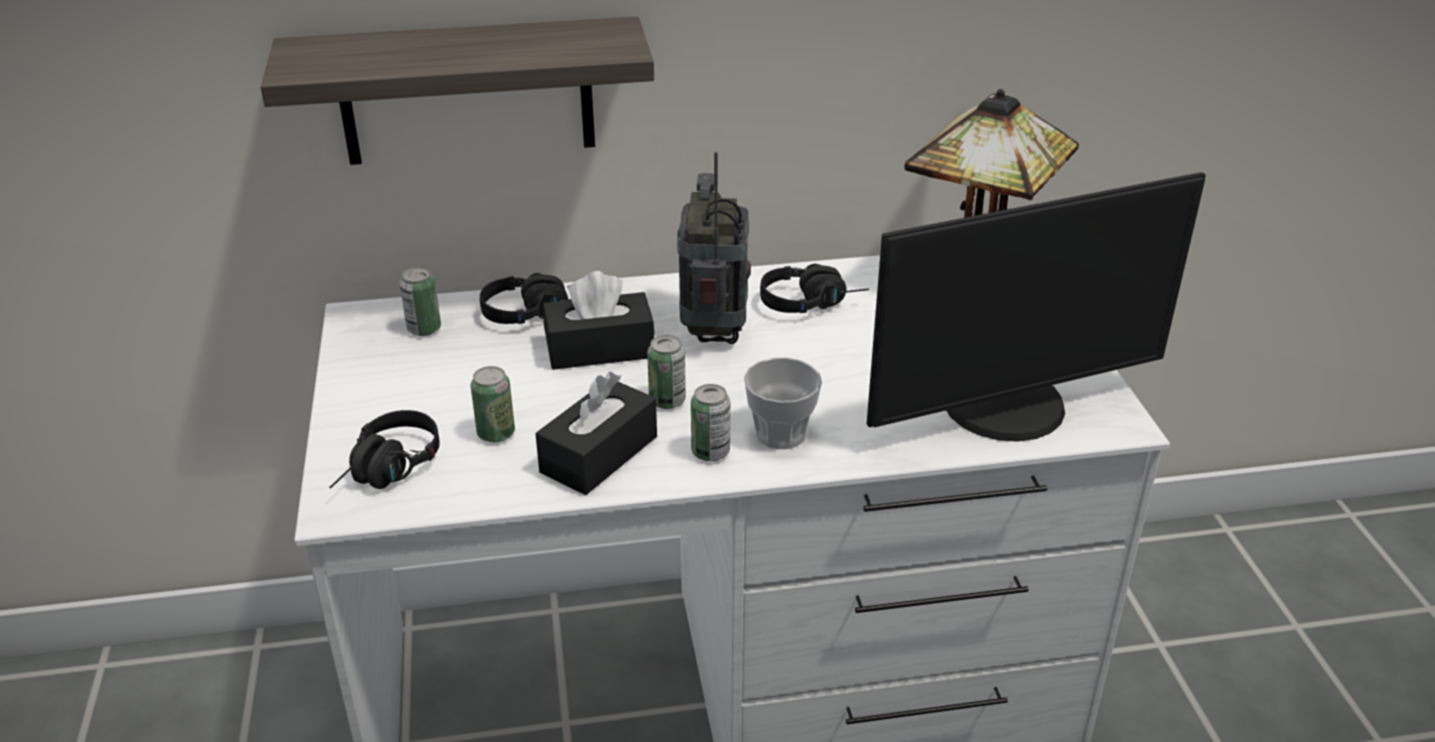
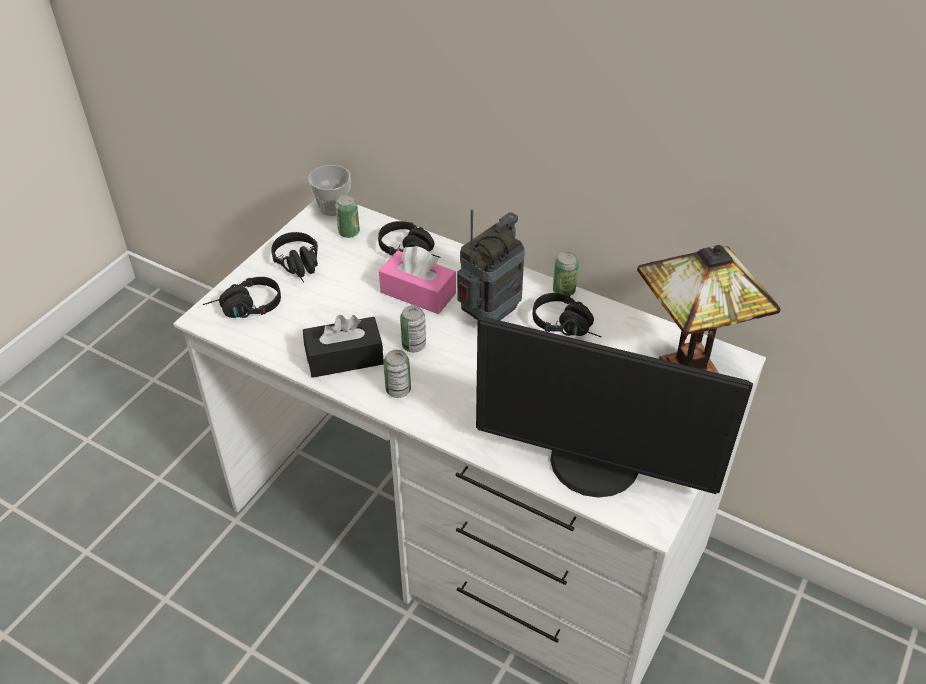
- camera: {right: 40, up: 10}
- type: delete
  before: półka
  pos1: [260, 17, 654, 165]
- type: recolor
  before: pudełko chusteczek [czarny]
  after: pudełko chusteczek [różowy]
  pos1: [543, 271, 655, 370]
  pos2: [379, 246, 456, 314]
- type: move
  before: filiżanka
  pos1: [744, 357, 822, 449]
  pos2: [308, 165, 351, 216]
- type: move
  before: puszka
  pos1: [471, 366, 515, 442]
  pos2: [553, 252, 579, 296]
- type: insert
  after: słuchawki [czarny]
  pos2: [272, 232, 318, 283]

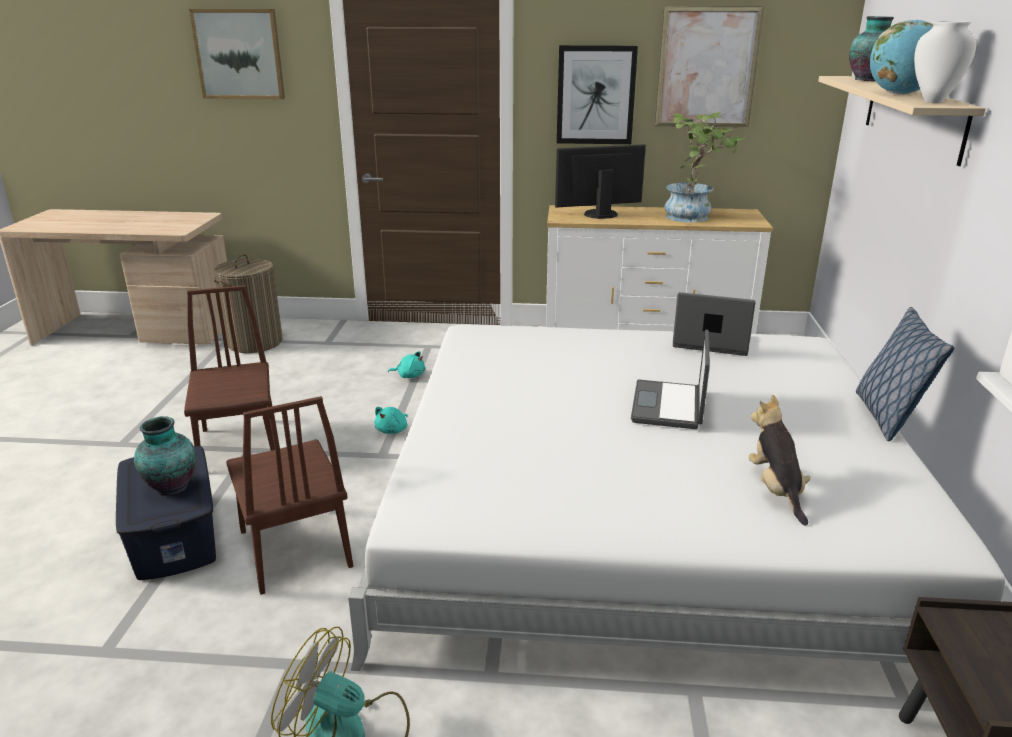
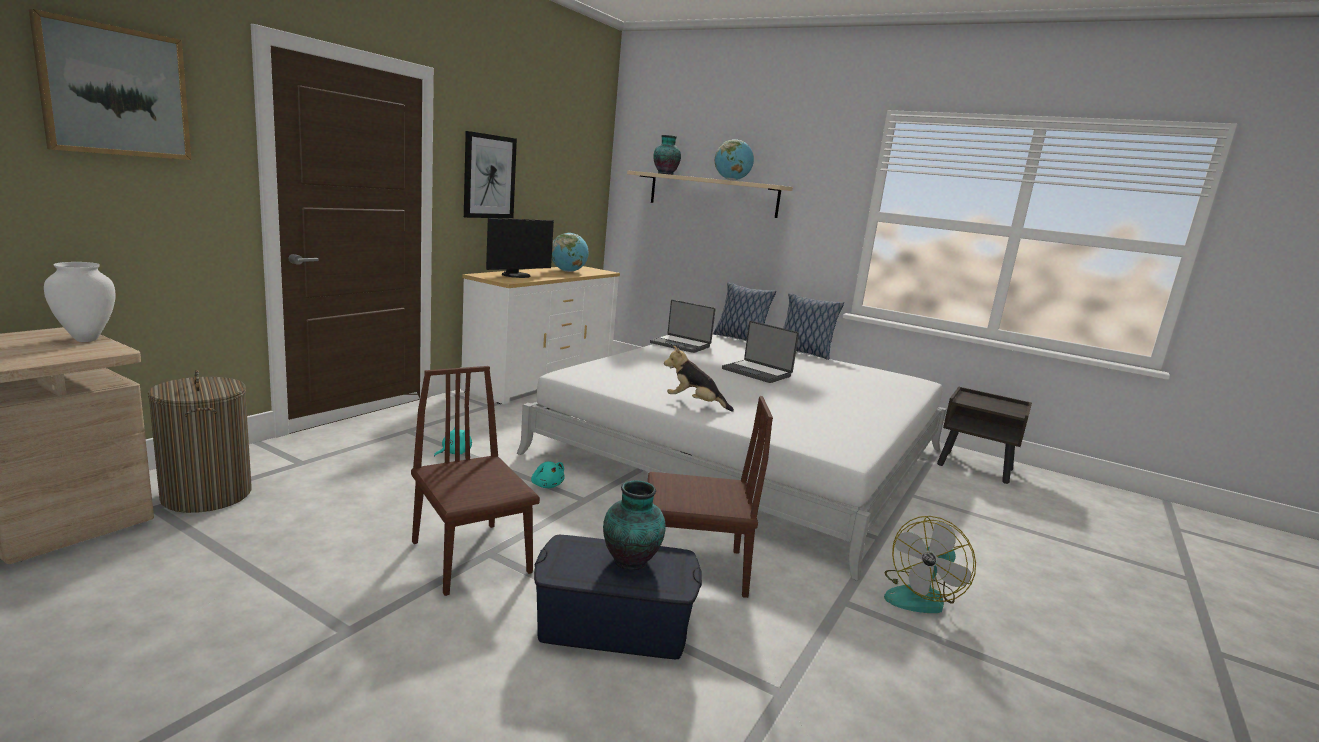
- camera: {right: -65, up: -10}
- type: delete
  before: obraz
  pos1: [655, 7, 764, 127]
- type: move
  before: wazon [biały]
  pos1: [914, 21, 976, 103]
  pos2: [44, 262, 116, 342]
- type: replace
  before: roślina doniczkowa
  after: globus
  pos1: [664, 112, 744, 222]
  pos2: [552, 233, 589, 272]
- type: rotate
  before: monitor
  pos1: [555, 144, 646, 219]
  pos2: [486, 218, 554, 278]
  turn: -150
- type: rotate
  before: krzesło [brązowy]
  pos1: [184, 285, 275, 451]
  pos2: [411, 366, 540, 596]
  turn: 45
- type: rotate
  before: laptop
  pos1: [673, 292, 756, 356]
  pos2: [650, 300, 716, 353]
  turn: -105
- type: move
  before: pluszak
  pos1: [749, 395, 811, 526]
  pos2: [664, 345, 734, 412]
- type: insert
  after: poduszka
  pos2: [713, 282, 776, 341]

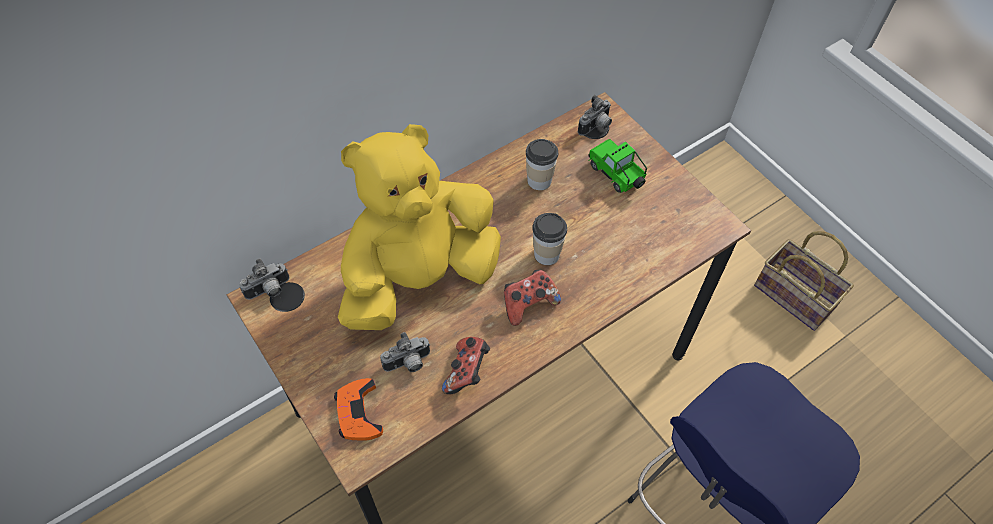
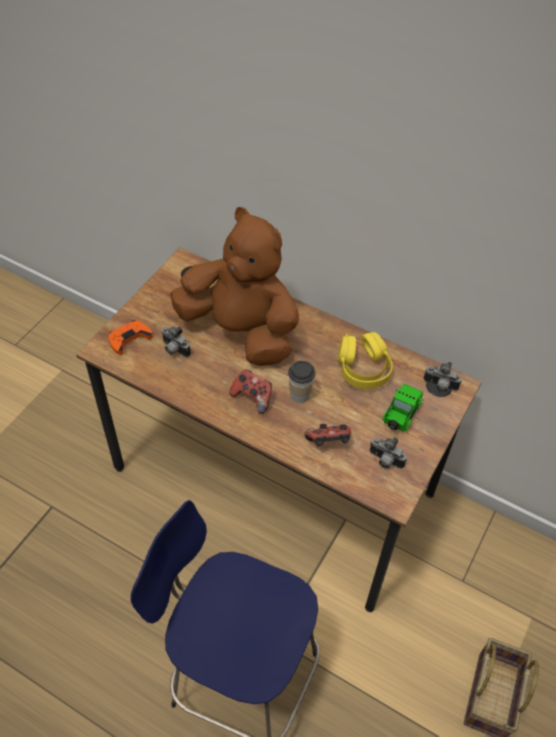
- camera: {right: 65, up: -5}
- type: recolor
  before: pluszak [żółty]
  after: pluszak [brązowy]
  pos1: [338, 124, 501, 330]
  pos2: [170, 207, 299, 366]
- type: replace
  before: filiżanka
  after: słuchawki [żółty]
  pos1: [526, 139, 558, 190]
  pos2: [337, 332, 393, 389]
- type: move
  before: aparat fotograficzny
  pos1: [239, 259, 289, 300]
  pos2: [370, 437, 407, 469]
- type: move
  before: pad do gier
  pos1: [442, 337, 490, 394]
  pos2: [305, 424, 351, 446]

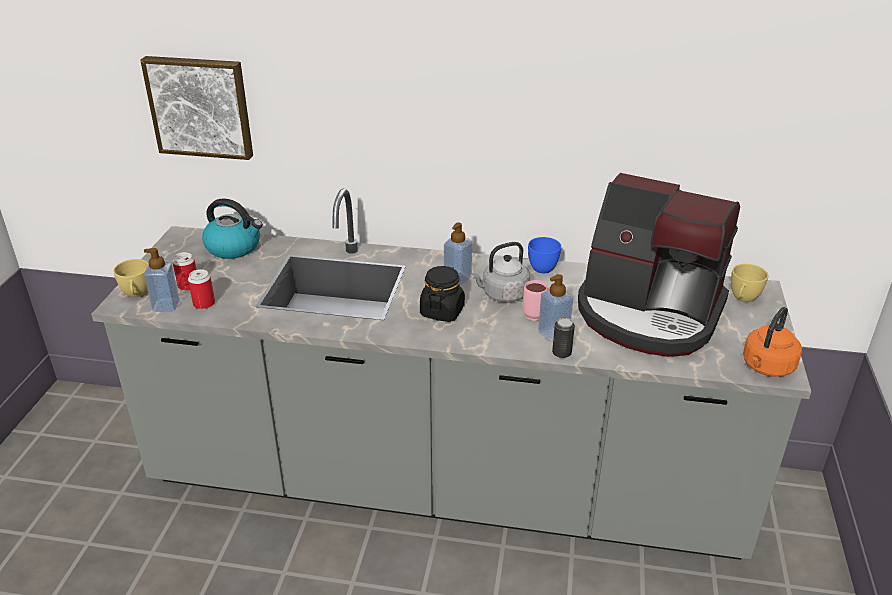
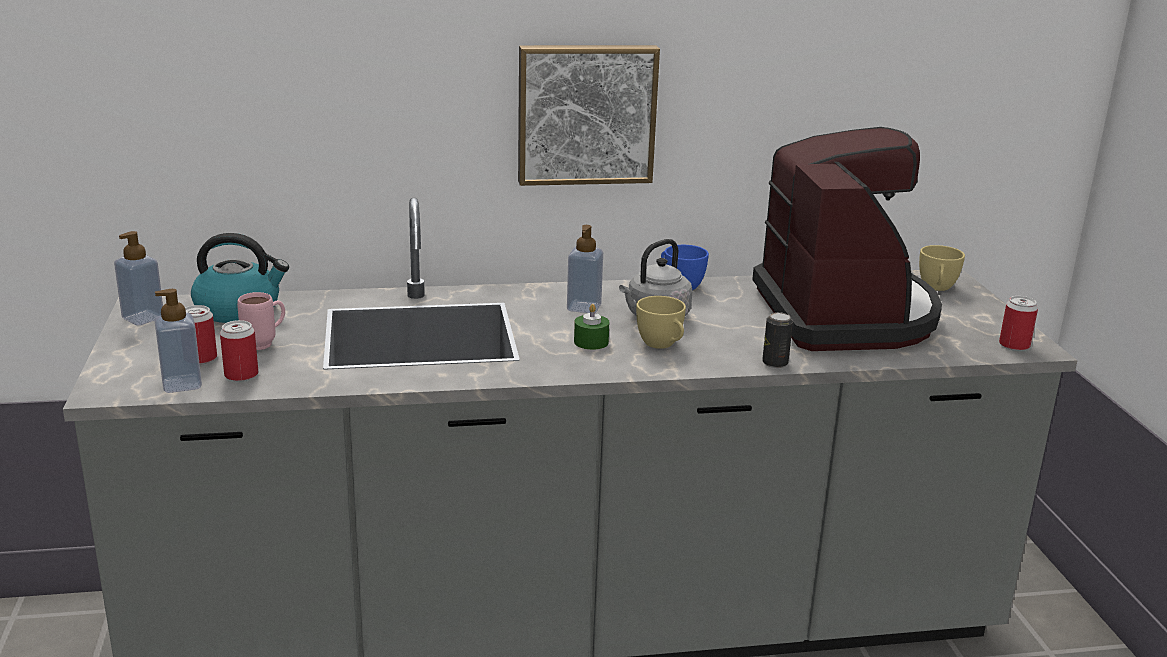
- camera: {right: -20, up: -10}
- type: move
  before: obraz
  pos1: [140, 56, 253, 160]
  pos2: [518, 45, 660, 186]
- type: rotate
  before: ekspres do kawy
  pos1: [578, 173, 740, 357]
  pos2: [752, 127, 942, 351]
  turn: -105
- type: move
  before: filiżanka [żółty]
  pos1: [113, 259, 149, 297]
  pos2: [636, 296, 686, 349]
- type: replace
  before: słoik [czarny]
  after: świeca [zielony]
  pos1: [420, 266, 465, 322]
  pos2: [574, 304, 609, 350]
- type: move
  before: dozownik mydła
  pos1: [538, 274, 573, 342]
  pos2: [114, 231, 163, 325]
- type: move
  before: kubek [różowy]
  pos1: [523, 280, 550, 321]
  pos2: [237, 292, 285, 350]
- type: replace
  before: czajnik [pomarańczowy]
  after: puszka
  pos1: [743, 307, 802, 377]
  pos2: [999, 296, 1038, 351]

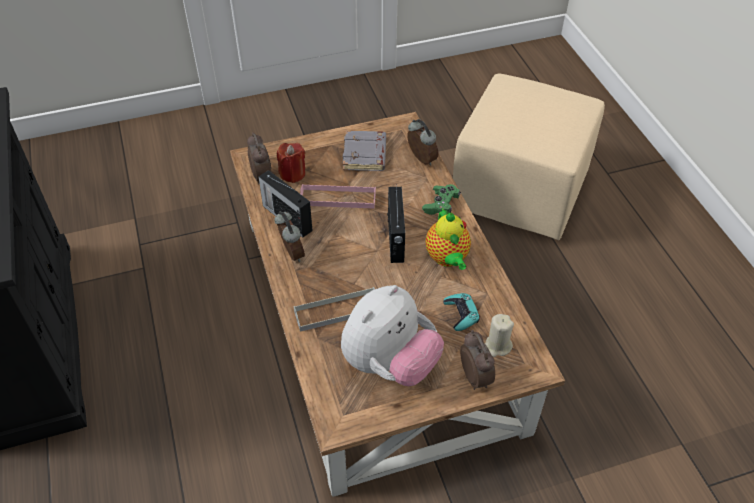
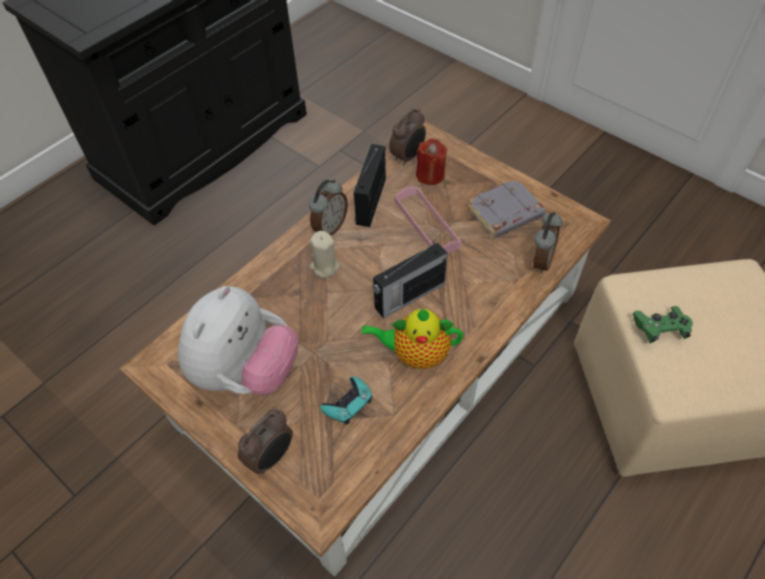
- camera: {right: 60, up: 5}
- type: move
  before: pad do gier [zielony]
  pos1: [422, 184, 461, 215]
  pos2: [633, 306, 693, 343]
- type: rotate
  before: imbryk
  pos1: [425, 208, 471, 270]
  pos2: [362, 309, 463, 369]
  turn: 45
- type: rotate
  before: pluszak
  pos1: [341, 285, 444, 386]
  pos2: [178, 286, 298, 395]
  turn: -75
- type: delete
  before: taca [szary]
  pos1: [294, 287, 375, 332]
- type: move
  before: świeca [beżowy]
  pos1: [485, 314, 514, 357]
  pos2: [309, 231, 340, 278]

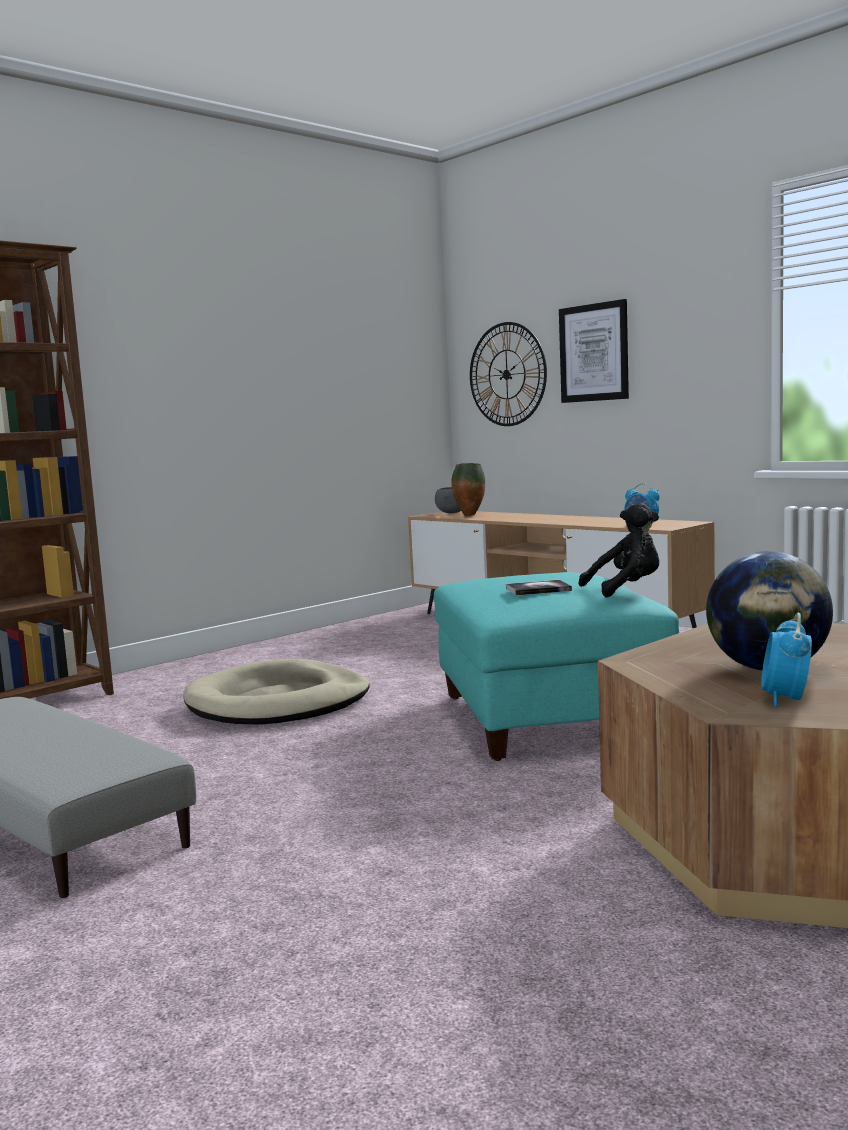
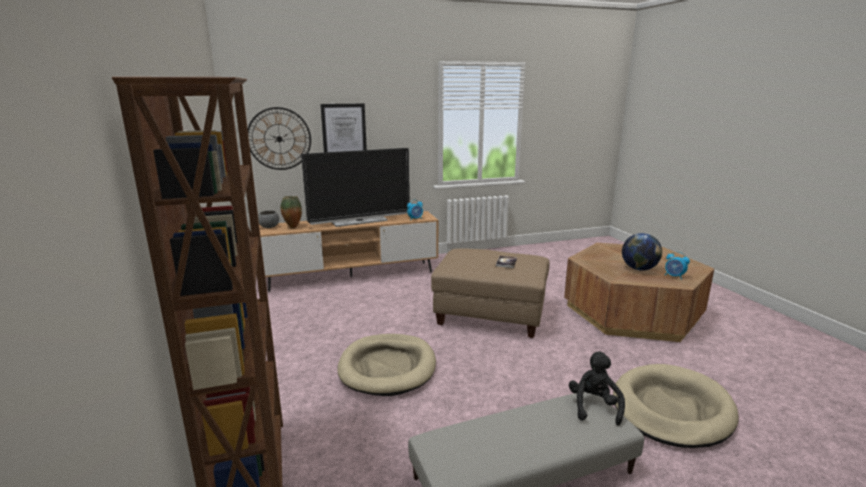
- camera: {right: -65, up: 10}
- type: move
  before: pluszak [czarny]
  pos1: [579, 503, 660, 598]
  pos2: [569, 351, 625, 426]
- type: recolor
  before: pufa [turkusowy]
  after: pufa [beżowy]
  pos1: [434, 572, 679, 761]
  pos2: [431, 249, 549, 338]
- type: insert
  after: telewizor
  pos2: [301, 148, 410, 227]
- type: insert
  after: legowisko [beżowy]
  pos2: [613, 364, 739, 448]

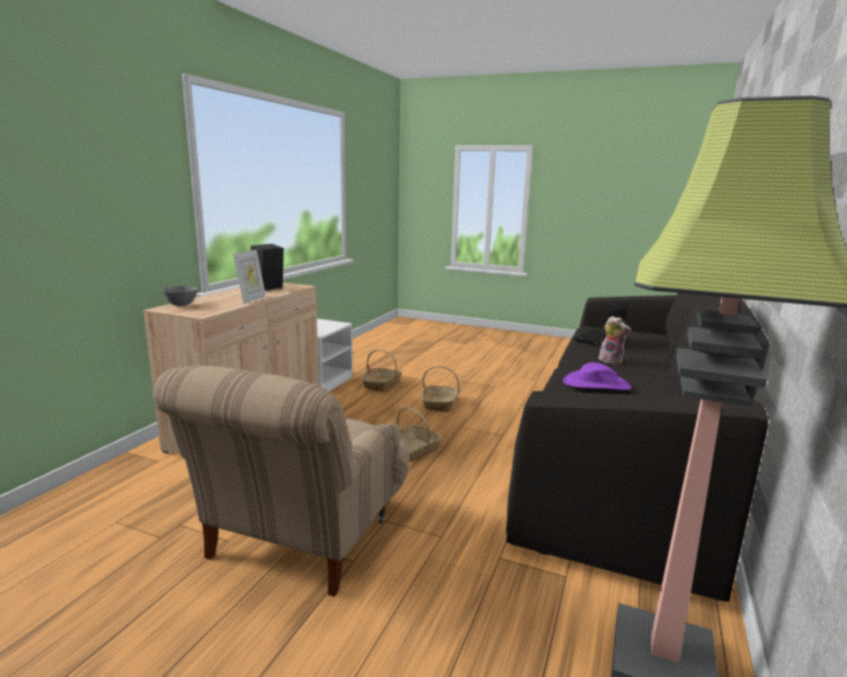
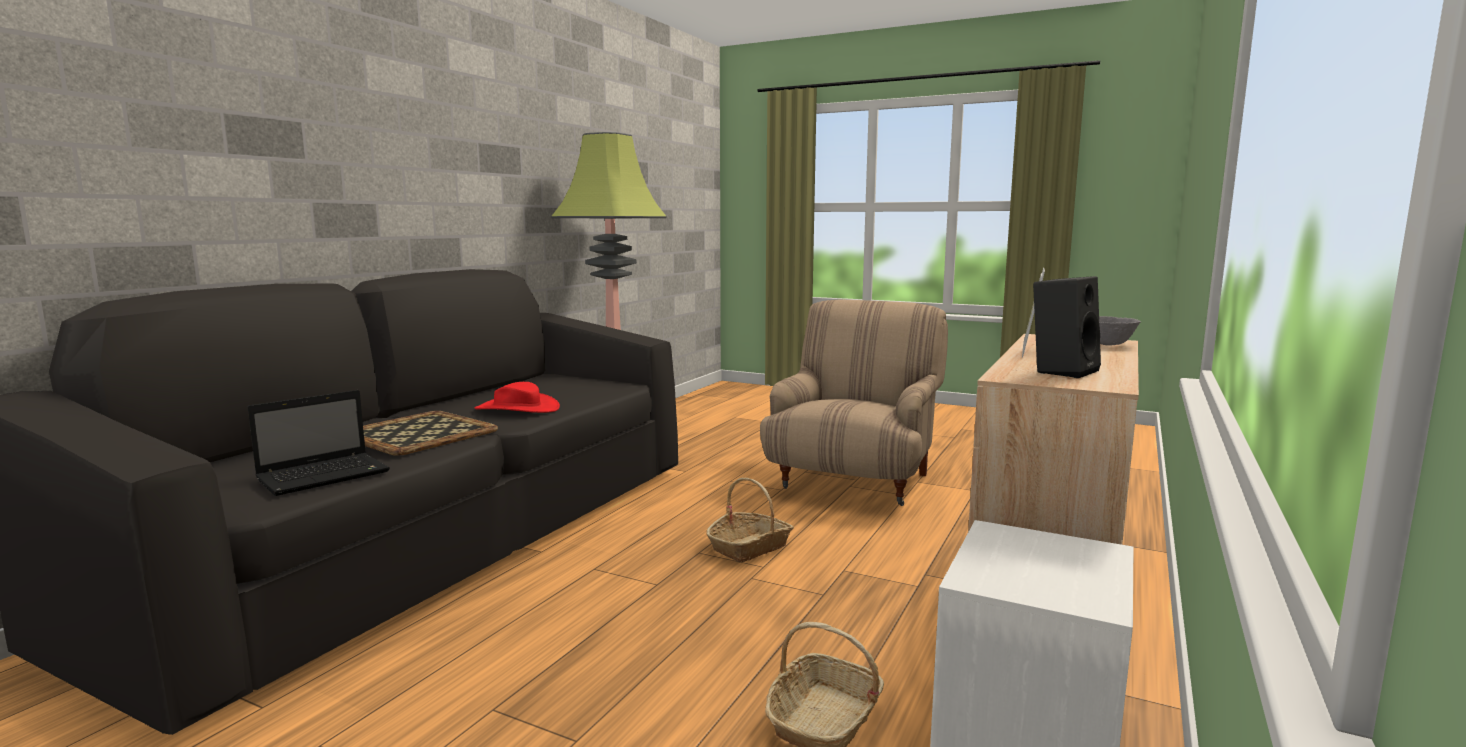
- camera: {right: -175, up: -5}
- type: replace
  before: pluszak
  after: taca
  pos1: [598, 316, 631, 365]
  pos2: [363, 411, 498, 456]
- type: recolor
  before: kapelusz [fioletowy]
  after: kapelusz [czerwony]
  pos1: [563, 362, 632, 390]
  pos2: [475, 382, 560, 413]
- type: delete
  before: koszyk
  pos1: [421, 366, 460, 412]

